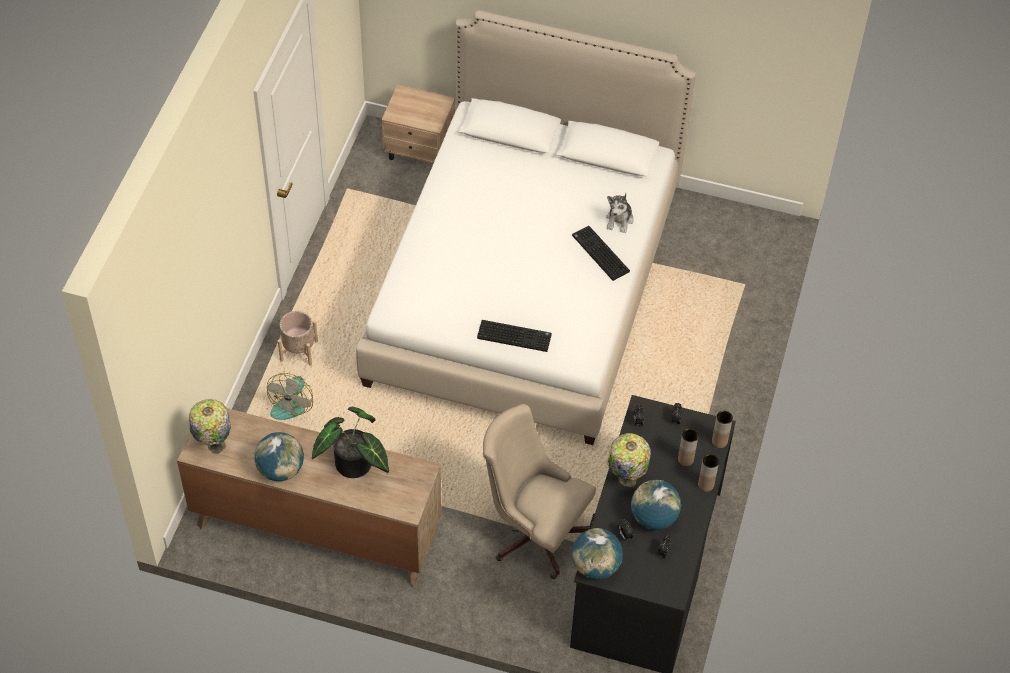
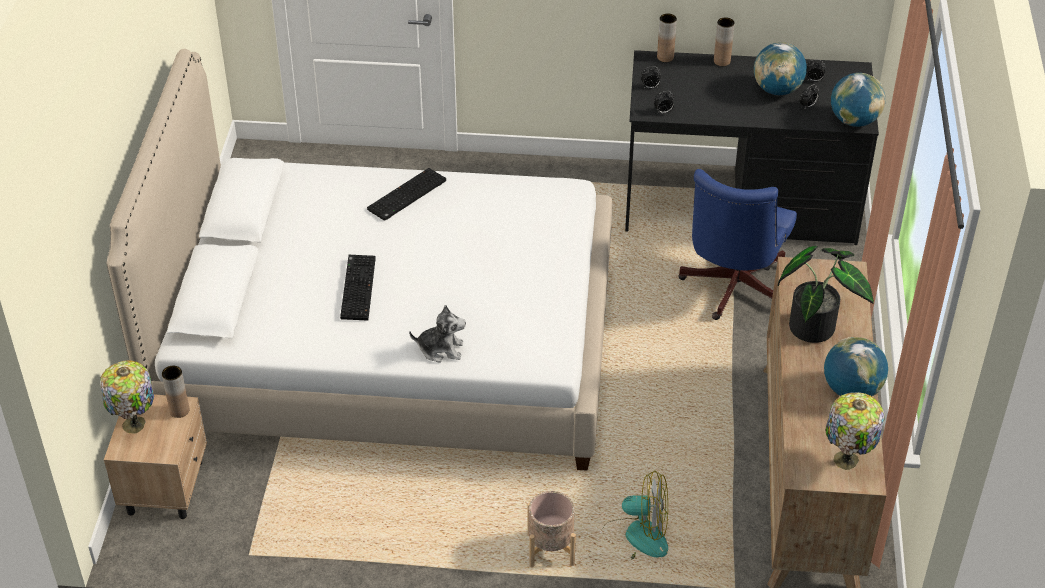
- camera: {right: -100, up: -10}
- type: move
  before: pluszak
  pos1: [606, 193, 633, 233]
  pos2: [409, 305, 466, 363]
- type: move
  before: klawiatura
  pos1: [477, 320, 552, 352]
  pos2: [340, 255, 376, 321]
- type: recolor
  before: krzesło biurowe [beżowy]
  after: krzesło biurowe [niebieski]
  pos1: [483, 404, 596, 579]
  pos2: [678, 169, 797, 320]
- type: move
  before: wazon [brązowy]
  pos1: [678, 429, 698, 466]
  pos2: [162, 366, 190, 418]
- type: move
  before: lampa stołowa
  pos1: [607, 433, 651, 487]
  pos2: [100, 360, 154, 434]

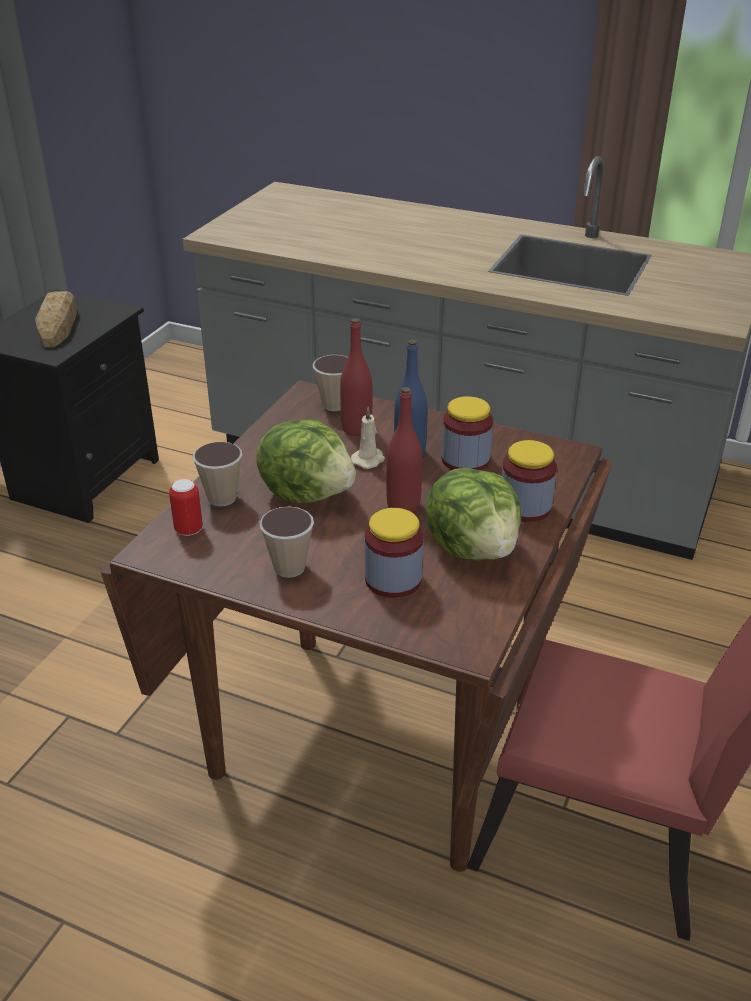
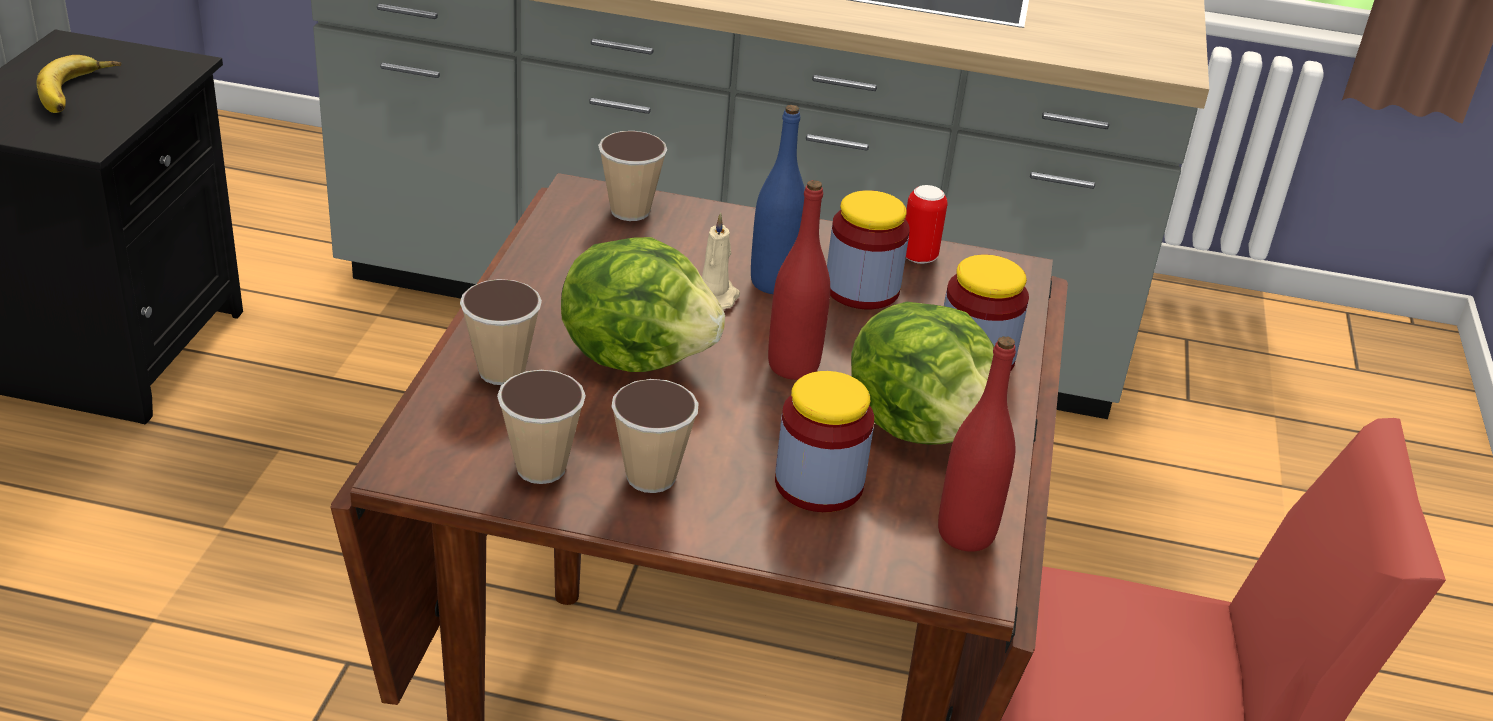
- camera: {right: -15, up: 0}
- type: replace
  before: chleb
  after: banan
  pos1: [35, 291, 77, 347]
  pos2: [37, 55, 121, 113]
- type: move
  before: butelka [czerwony]
  pos1: [340, 318, 372, 436]
  pos2: [938, 336, 1016, 552]
- type: move
  before: puszka
  pos1: [169, 479, 203, 536]
  pos2: [905, 185, 947, 264]
- type: insert
  after: filiżanka
  pos2: [497, 370, 586, 484]

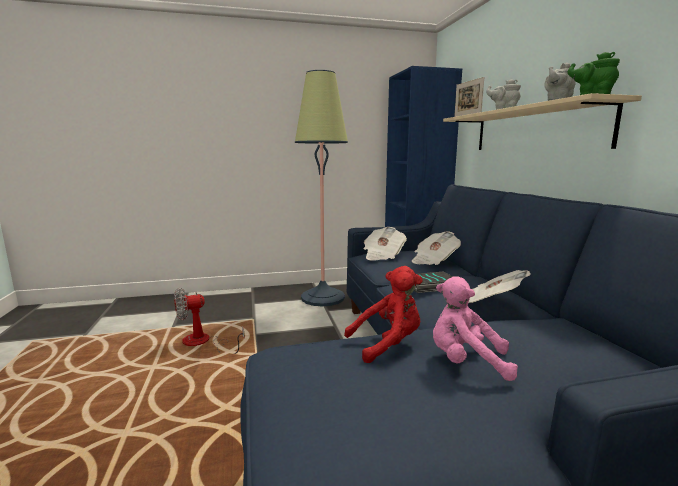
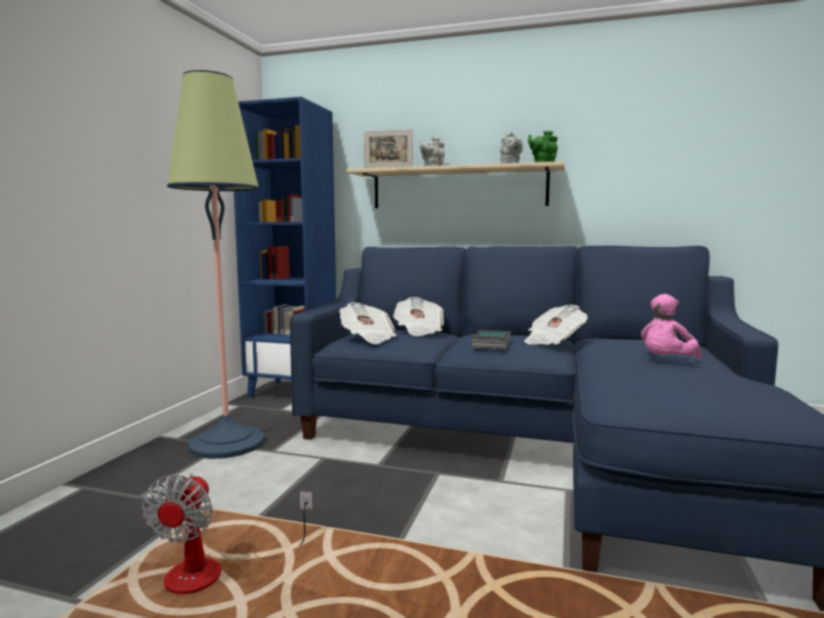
- camera: {right: -60, up: -5}
- type: delete
  before: pluszak [czerwony]
  pos1: [344, 266, 423, 363]

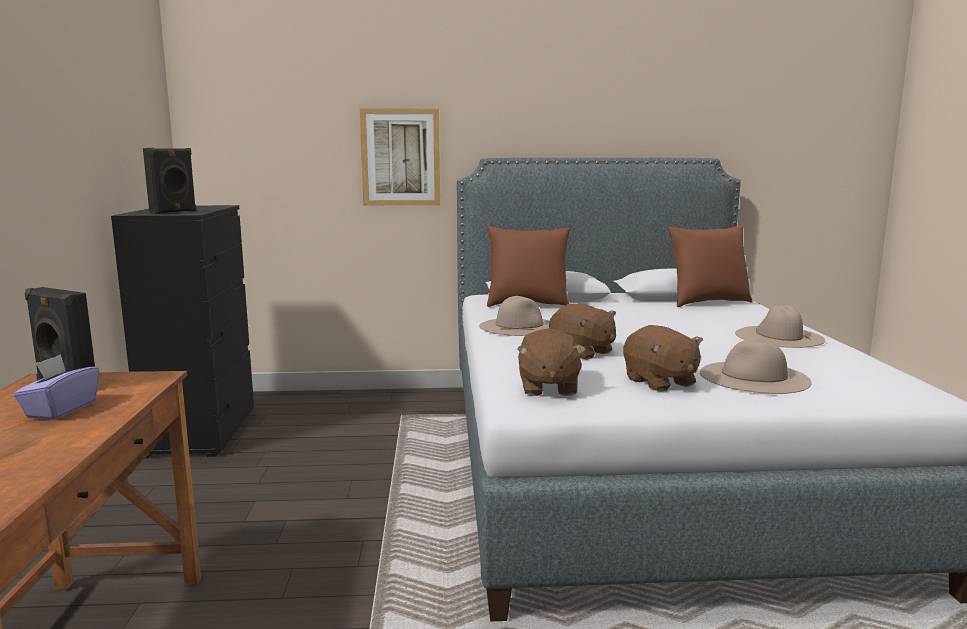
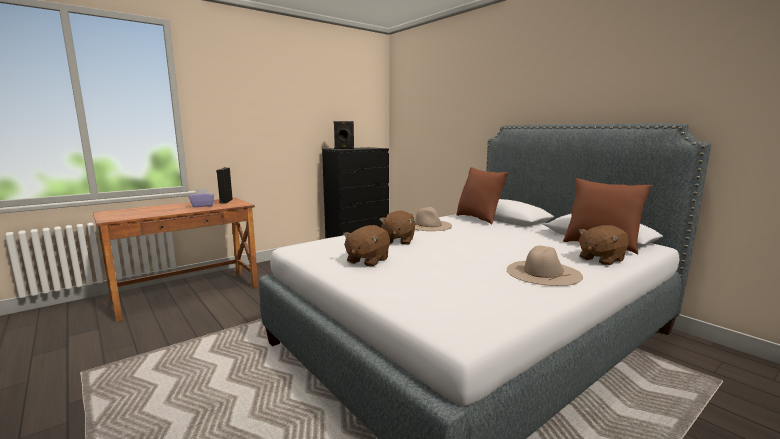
- camera: {right: 55, up: 0}
- type: delete
  before: obraz
  pos1: [360, 108, 440, 206]
- type: move
  before: pluszak [brązowy]
  pos1: [517, 329, 586, 396]
  pos2: [578, 225, 629, 265]
- type: delete
  before: kapelusz [beżowy]
  pos1: [700, 338, 812, 394]

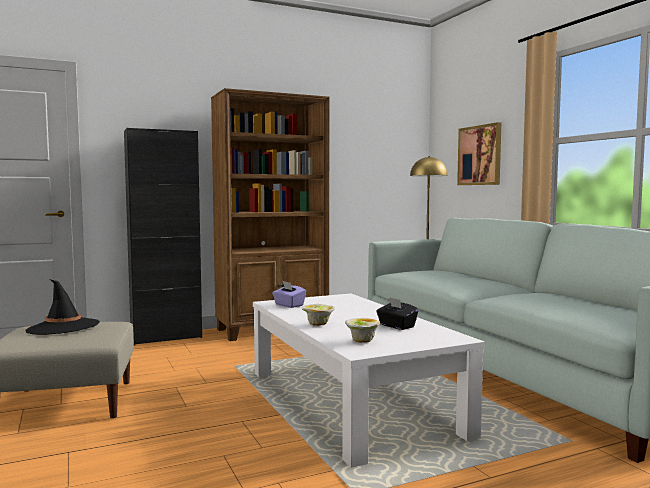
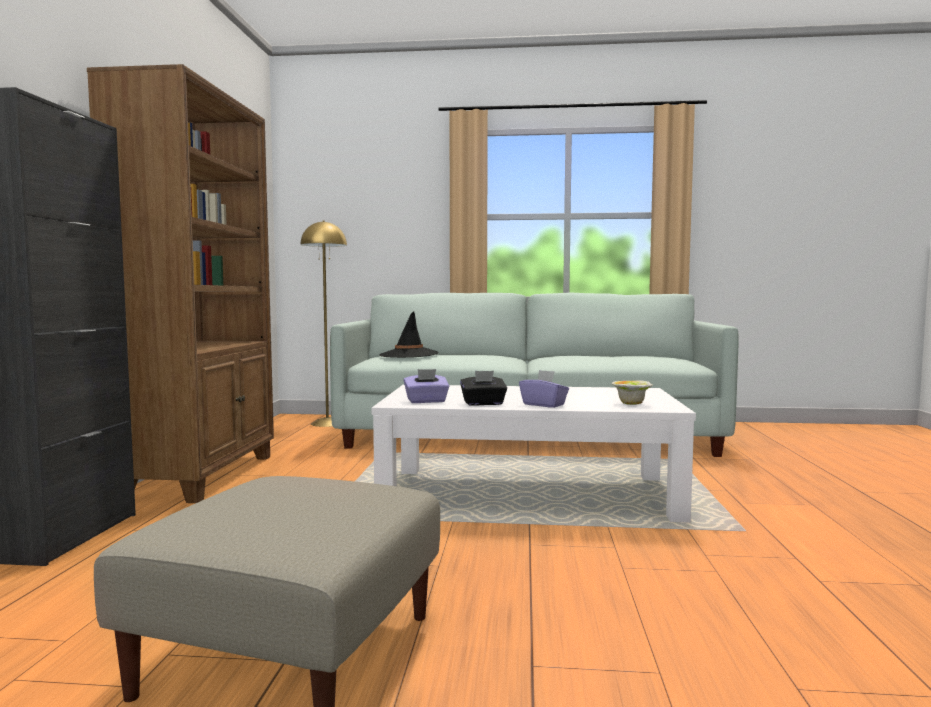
- camera: {right: -60, up: 0}
- type: delete
  before: obraz
  pos1: [457, 122, 501, 185]
- type: move
  before: kapelusz [czarny]
  pos1: [26, 279, 100, 335]
  pos2: [380, 311, 439, 358]
- type: move
  before: pudełko chusteczek [czarny]
  pos1: [376, 297, 418, 330]
  pos2: [460, 371, 507, 406]
- type: replace
  before: miska
  after: pudełko chusteczek [fioletowy]
  pos1: [301, 304, 335, 326]
  pos2: [519, 370, 569, 408]

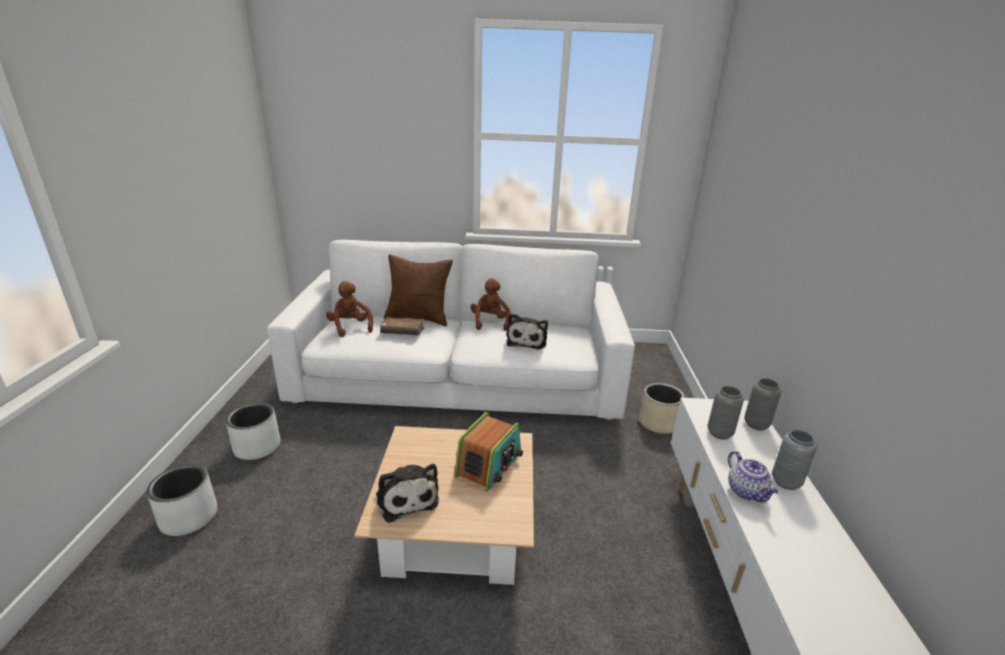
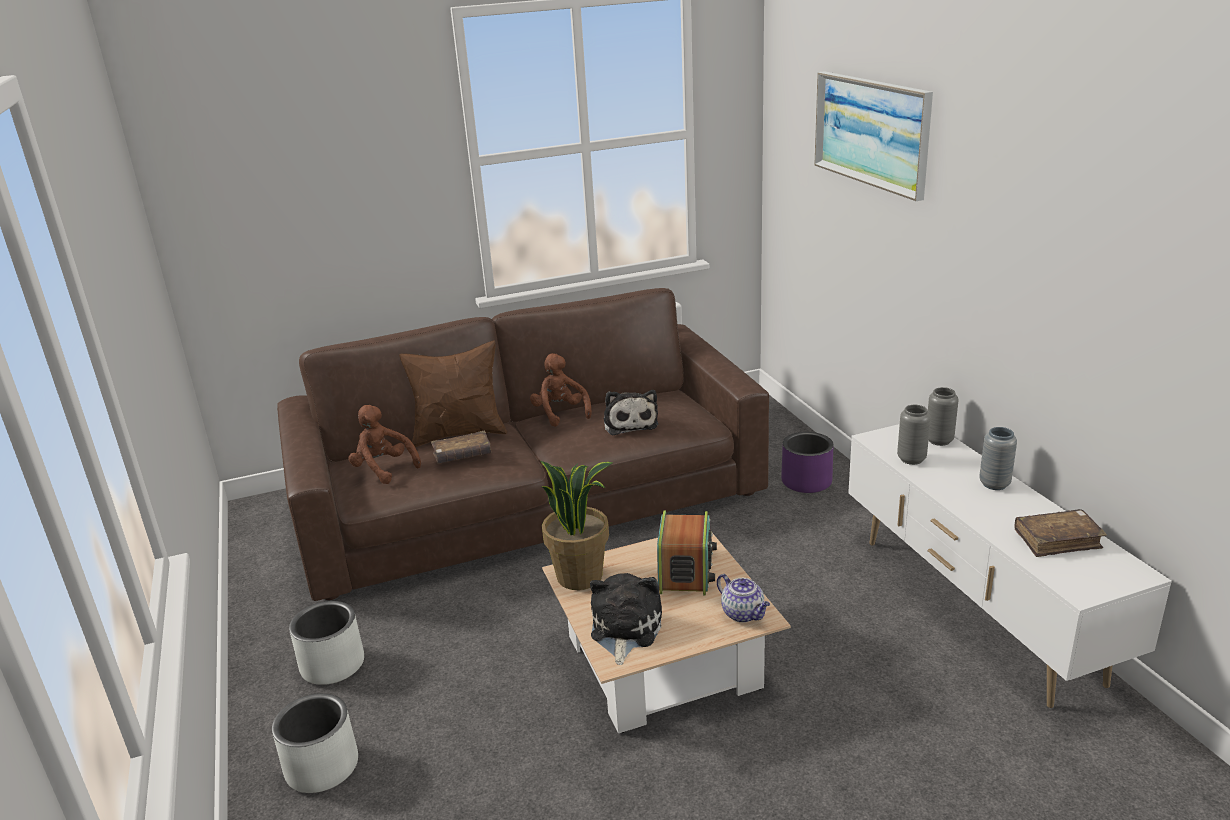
- camera: {right: -20, up: 0}
- type: recolor
  before: kanapa [biały]
  after: kanapa [brązowy]
  pos1: [267, 240, 635, 420]
  pos2: [277, 288, 769, 601]
- type: recolor
  before: donica [beżowy]
  after: donica [fioletowy]
  pos1: [639, 383, 685, 434]
  pos2: [781, 432, 834, 493]
- type: move
  before: imbryk
  pos1: [728, 451, 778, 503]
  pos2: [717, 574, 770, 623]
- type: rotate
  before: pluszak
  pos1: [376, 464, 439, 523]
  pos2: [590, 573, 662, 665]
  turn: -120
- type: insert
  after: obraz
  pos2: [814, 71, 933, 201]
- type: insert
  after: roślina doniczkowa
  pos2: [541, 461, 613, 590]
- type: insert
  after: książka [brązowy]
  pos2: [1014, 509, 1107, 557]

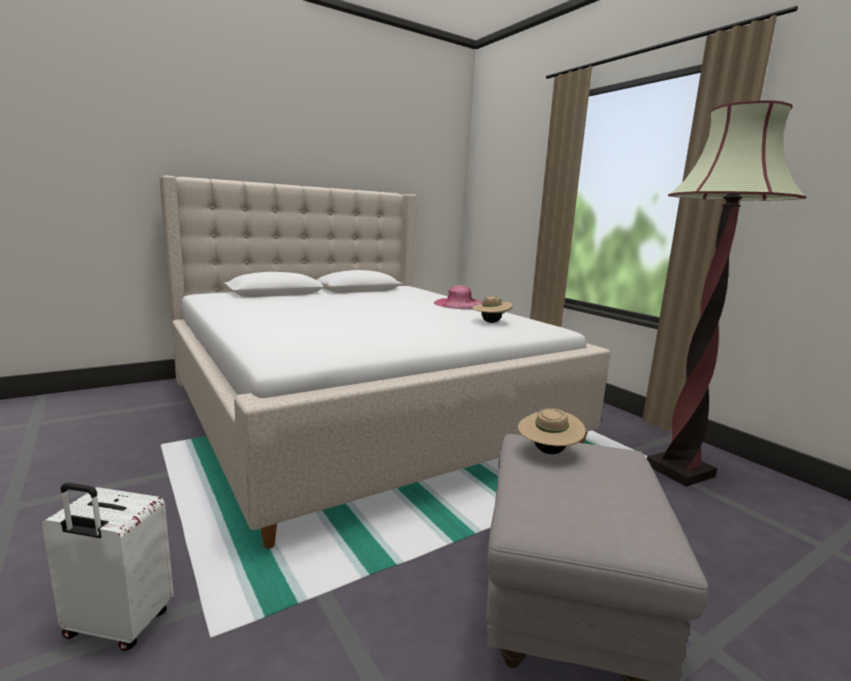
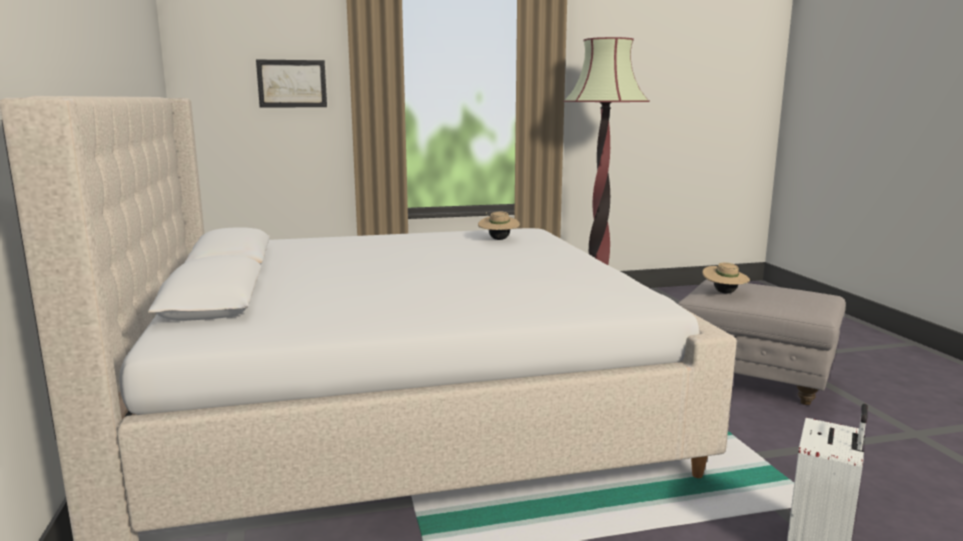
- camera: {right: -70, up: 0}
- type: delete
  before: kapelusz [różowy]
  pos1: [434, 285, 483, 309]
- type: insert
  after: obraz
  pos2: [256, 60, 327, 107]

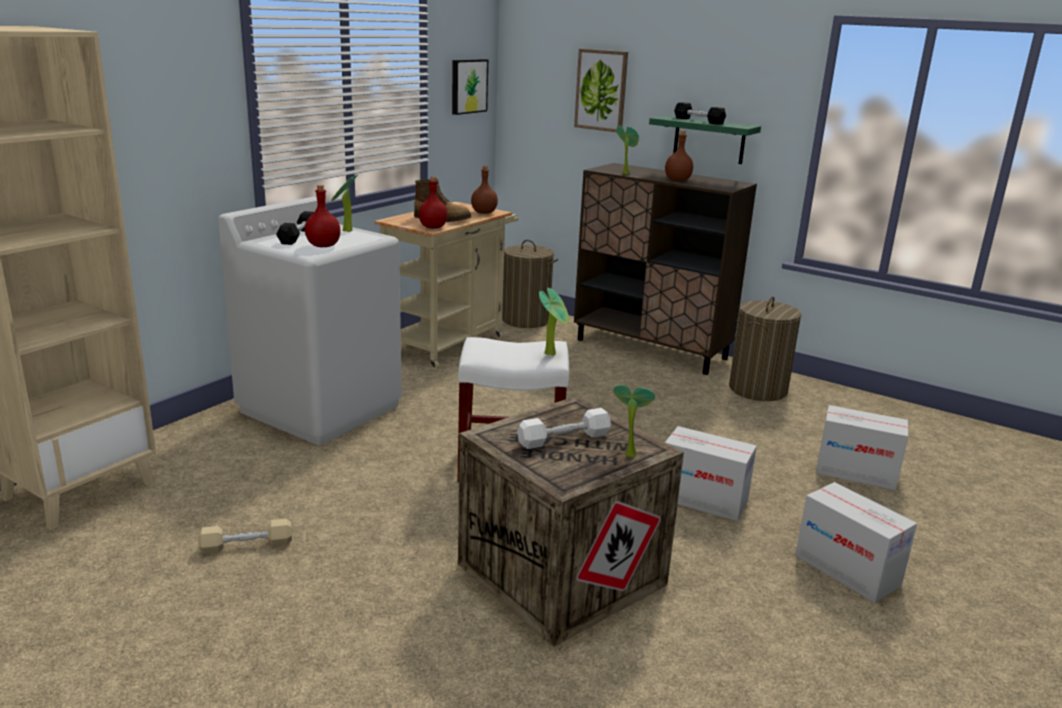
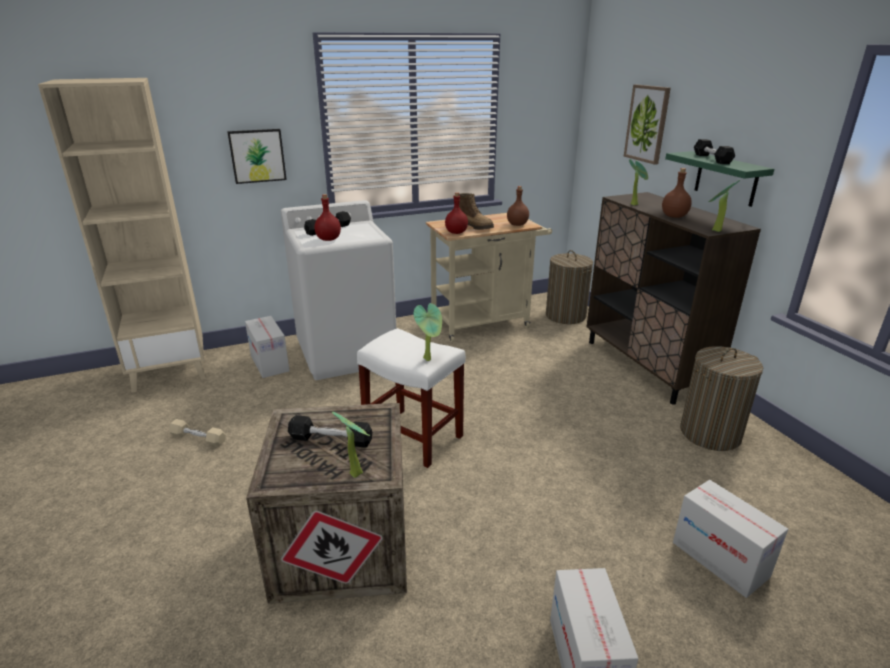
- camera: {right: 35, up: 5}
- type: move
  before: obraz
  pos1: [452, 59, 488, 115]
  pos2: [227, 129, 287, 184]
- type: move
  before: roślina doniczkowa
  pos1: [331, 175, 357, 232]
  pos2: [709, 180, 740, 232]
- type: recolor
  before: hantel [biały]
  after: hantel [czarny]
  pos1: [517, 408, 611, 449]
  pos2: [288, 415, 372, 448]
- type: move
  before: karton
  pos1: [665, 426, 757, 521]
  pos2: [245, 316, 290, 378]

